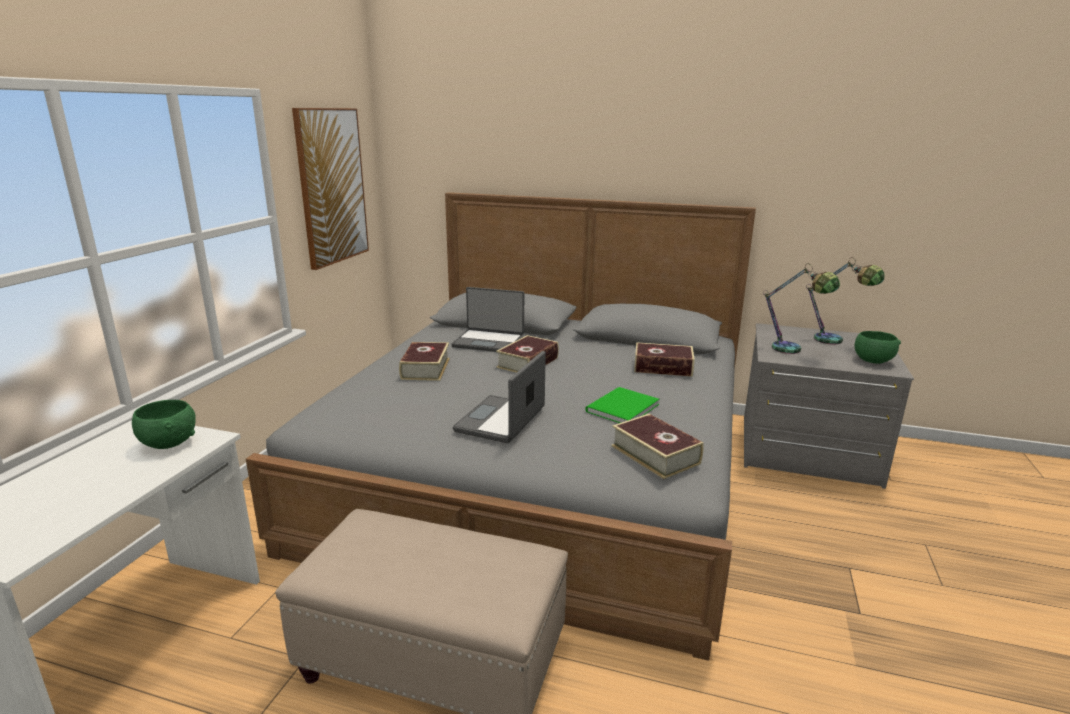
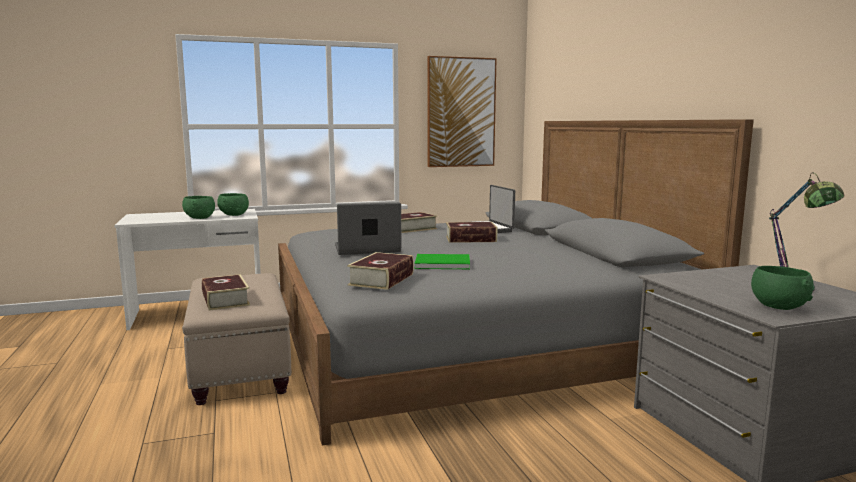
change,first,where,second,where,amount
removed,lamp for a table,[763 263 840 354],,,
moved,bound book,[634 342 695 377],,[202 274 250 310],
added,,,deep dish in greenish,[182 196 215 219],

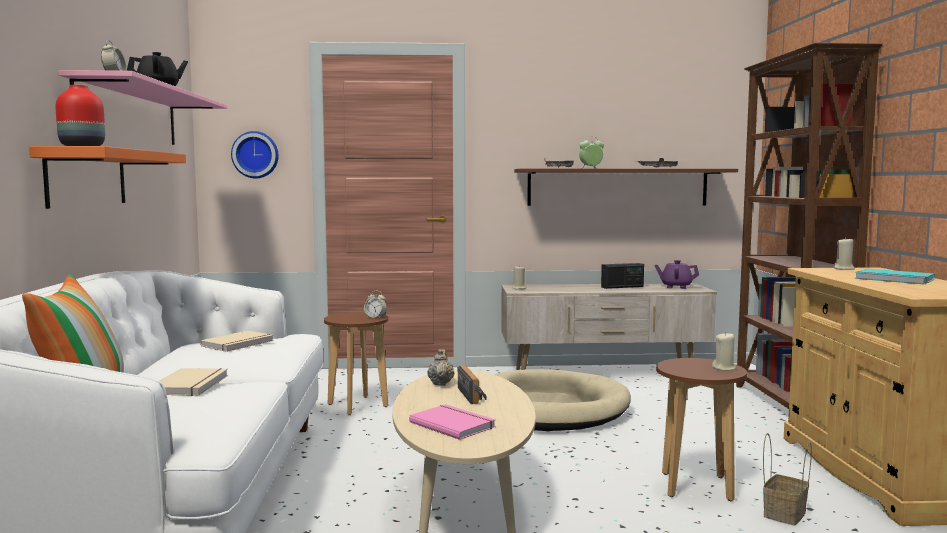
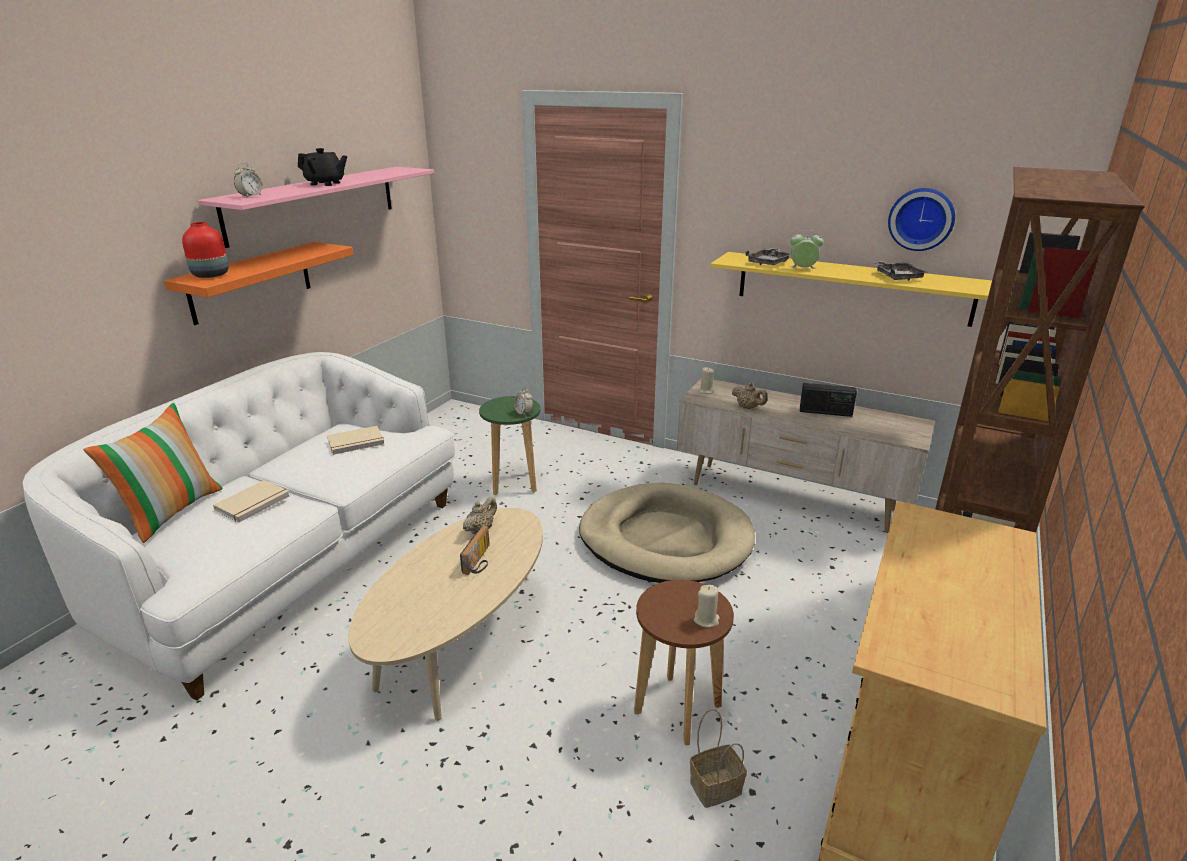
change,first,where,second,where,amount
moved,hanging clock,[231 131 279 178],,[888 188 955 251],
recoloured,shelf in brown,[514 168 738 206],shelf in yellow,[711 252 992 327],
removed,candle in sand-coloured,[834 237 855 270],,,
removed,teapot in purple,[655 260 699 289],,,
removed,bound book in turquoise,[855 269 935 284],,,
recoloured,sitting stool in brown,[324 312 388 415],sitting stool in greenish,[479 396 541 495],
removed,bound book in pink-coloured,[409 404 496 440],,,
added,,,teapot in sand-coloured,[732 382 767 409],

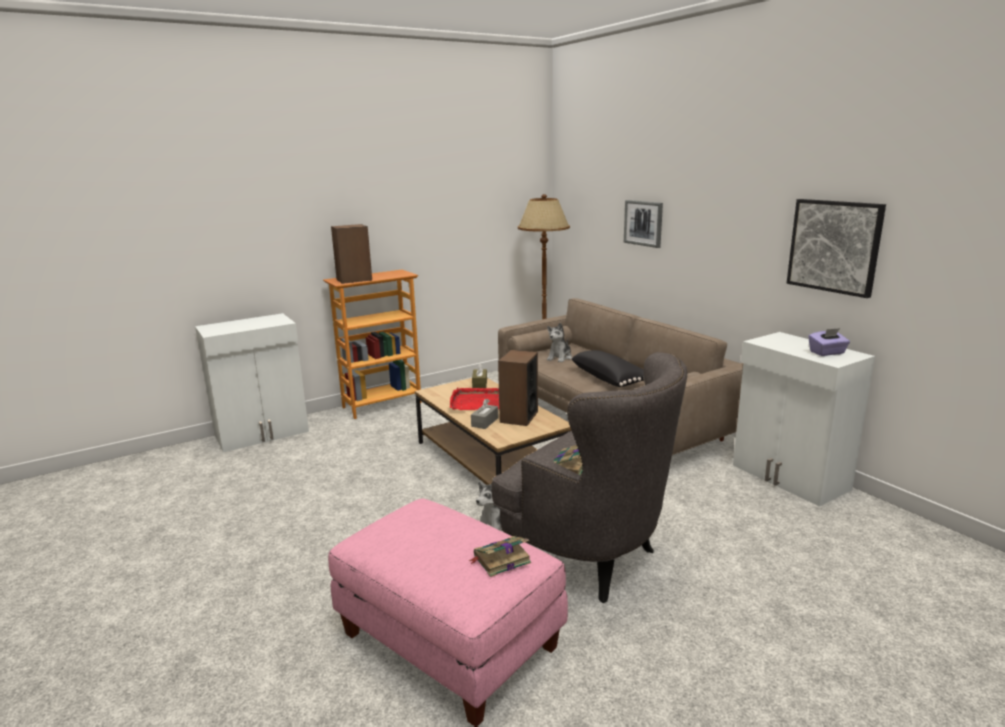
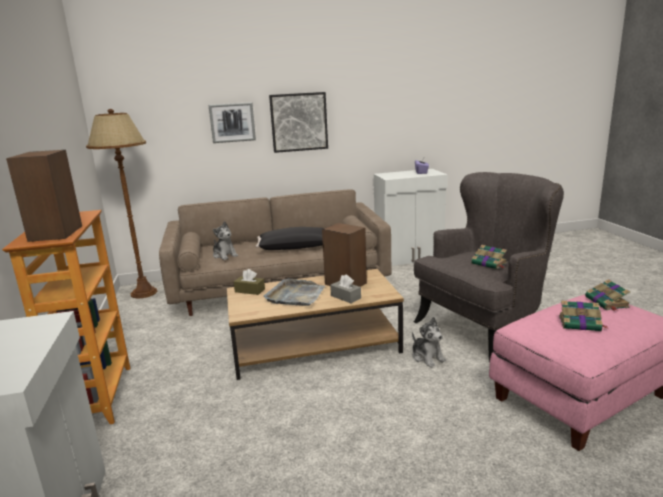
change,first,where,second,where,amount
moved,wall picture,[787 199 886 298],,[269 92 328 153],
recoloured,tray in red-coloured,[450 387 499 410],tray in grey,[264 279 325 306],
added,,,bound book,[559 300 607 331],

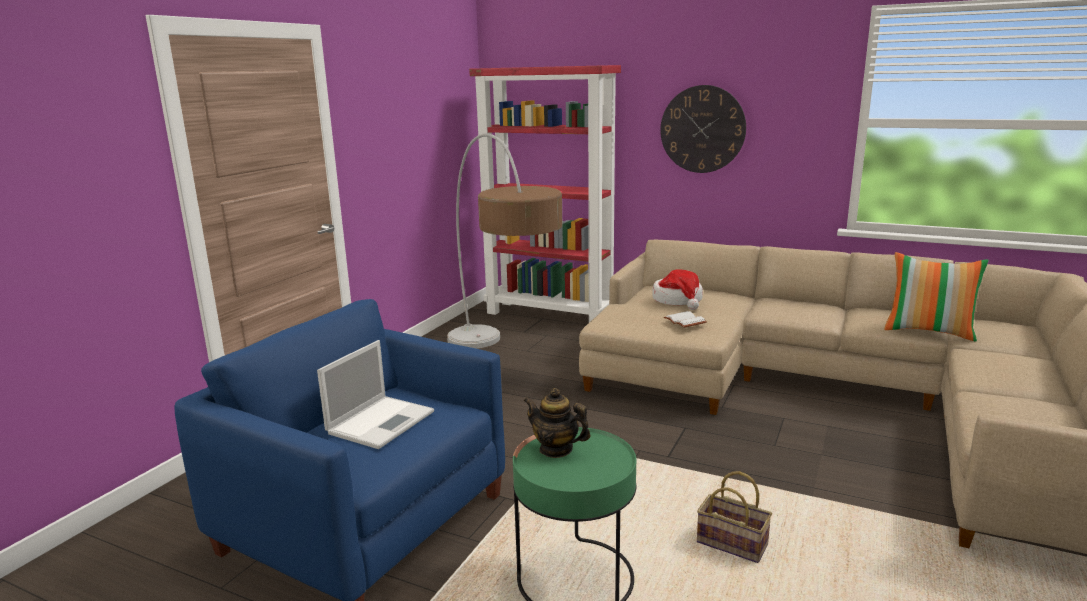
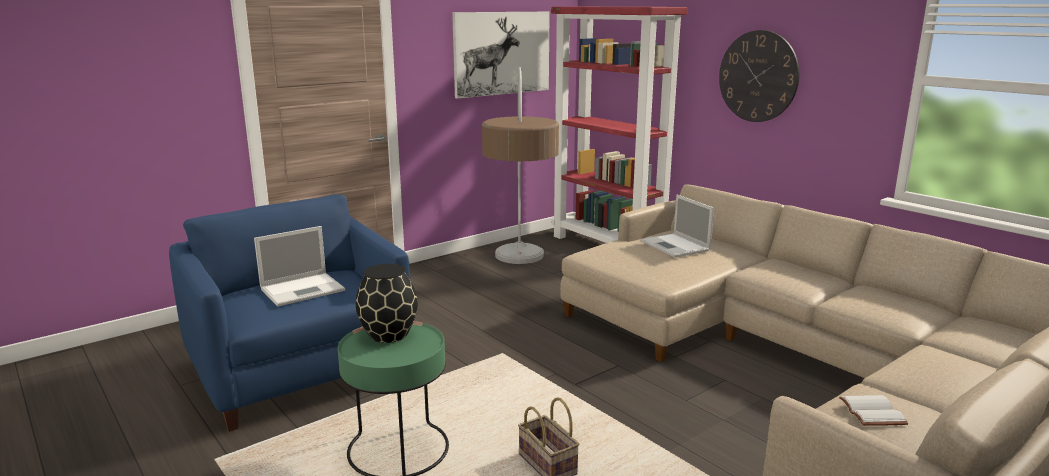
change,first,where,second,where,amount
removed,pillow,[884 252 989 341],,,
replaced,wearable hat,[652 269 703 310],portable computer,[641 195 714 258],
moved,bound book in whitish,[664 311 707 328],,[839 395 908 426],
replaced,teapot,[524 388 591 458],decorative vase in blackish,[356 264 418 343],
added,,,wall picture,[452 12 550 99],

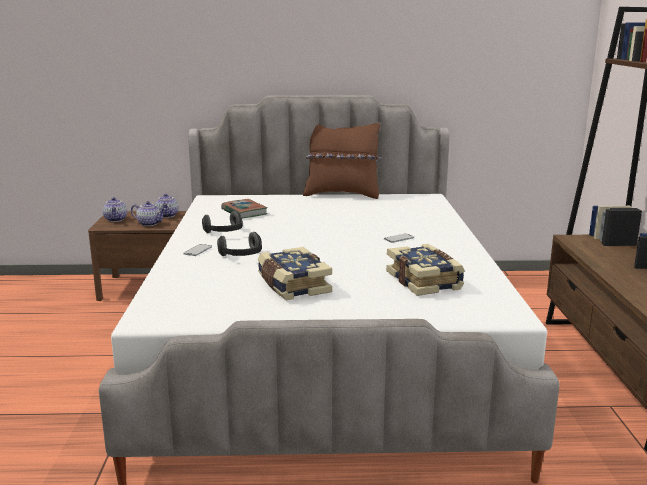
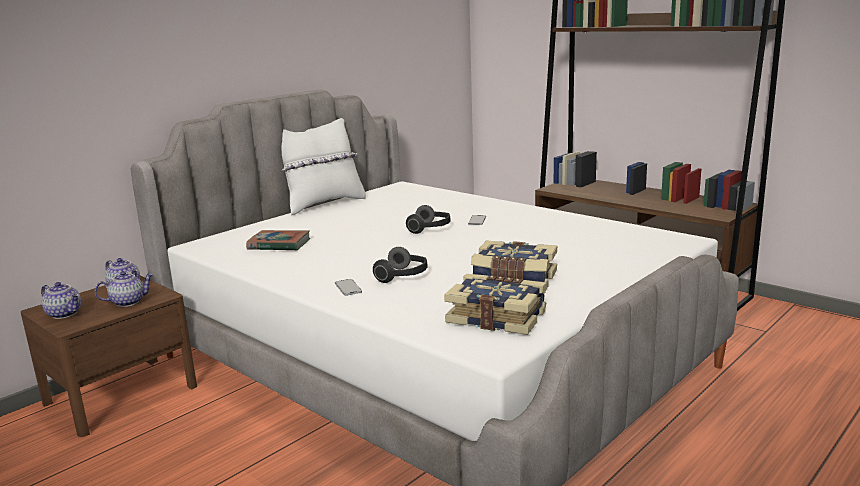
change,first,where,second,where,amount
recoloured,pillow in brown,[303 123 381 199],pillow in whitish,[281 118 366 215],
moved,pair of headphones,[202 211 243 233],,[406 205 450 234],
moved,bound book,[386 244 465 296],,[444 274 547 335],

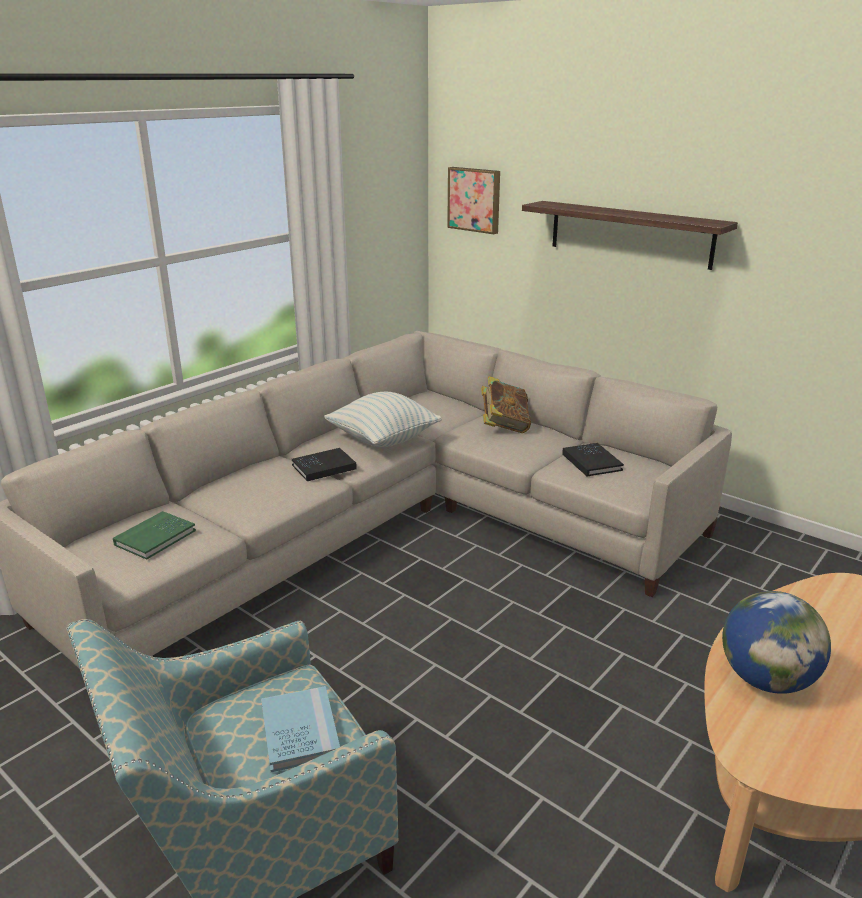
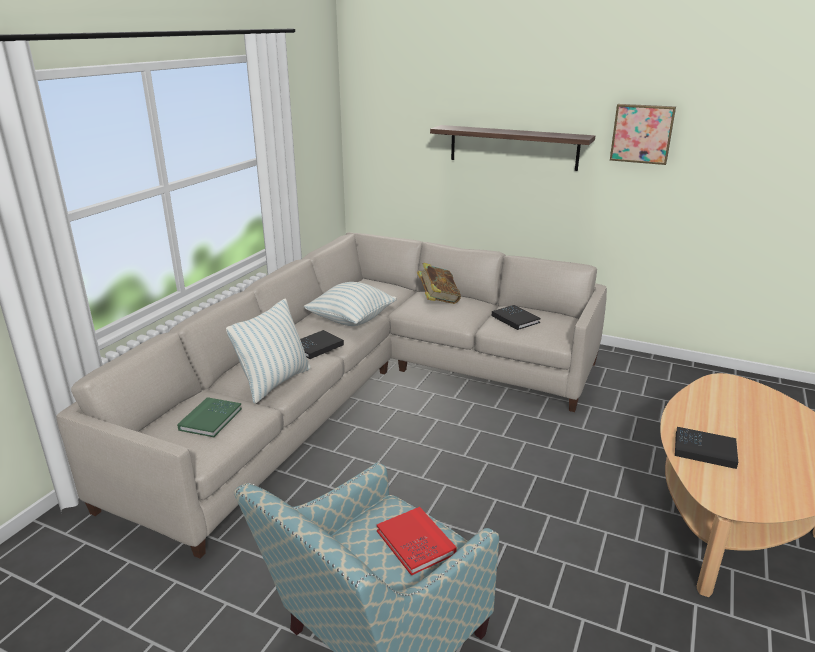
change,first,where,second,where,amount
moved,wall picture,[447 167 500 234],,[610 104 676 165],
replaced,globe,[722 591 831 694],bound book in blackish,[675 427 738 469],
recoloured,bound book in blue-coloured,[261 686 340 772],bound book in red-coloured,[377 507 457 576],
added,,,pillow,[226 298 311 404],

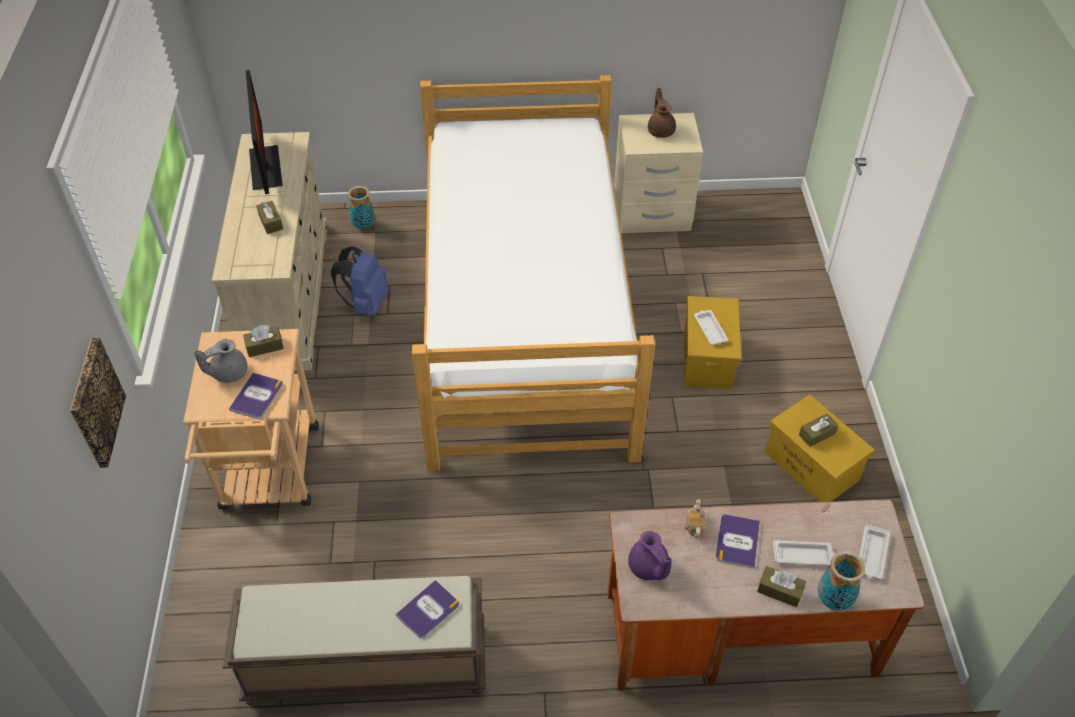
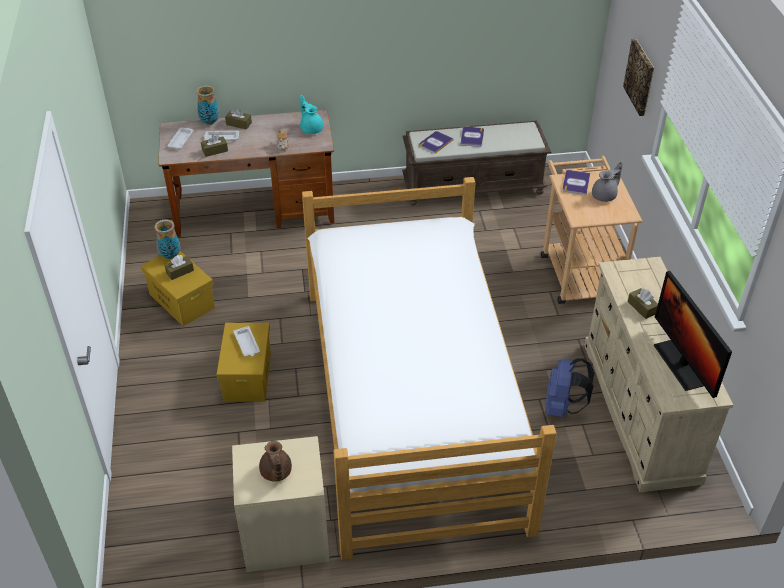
change,first,where,second,where,amount
moved,decorative vase,[348 186 375 229],,[155 219 180 259],
moved,tissue holder in brown,[243 325 284 357],,[201 135 228 157],
moved,bound book,[716 514 760 568],,[460 126 484 147],
recoloured,teapot in purple,[628 531 672 580],teapot in turquoise,[300 95 323 134],

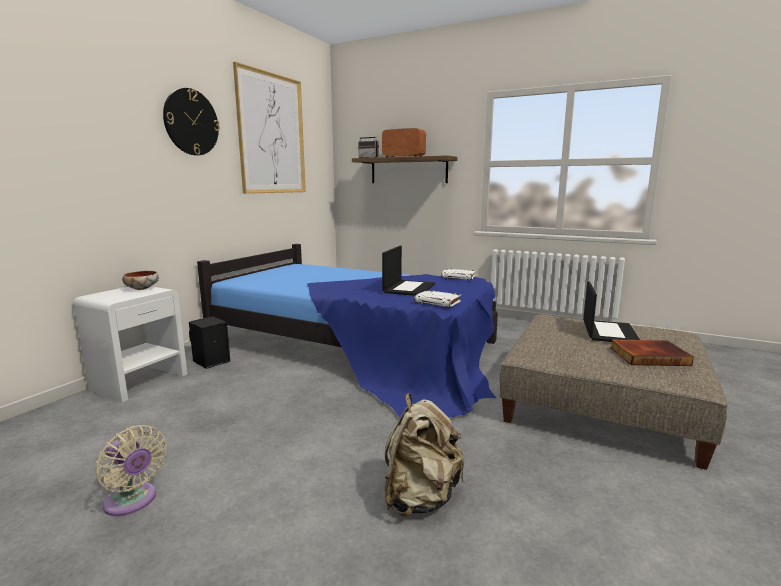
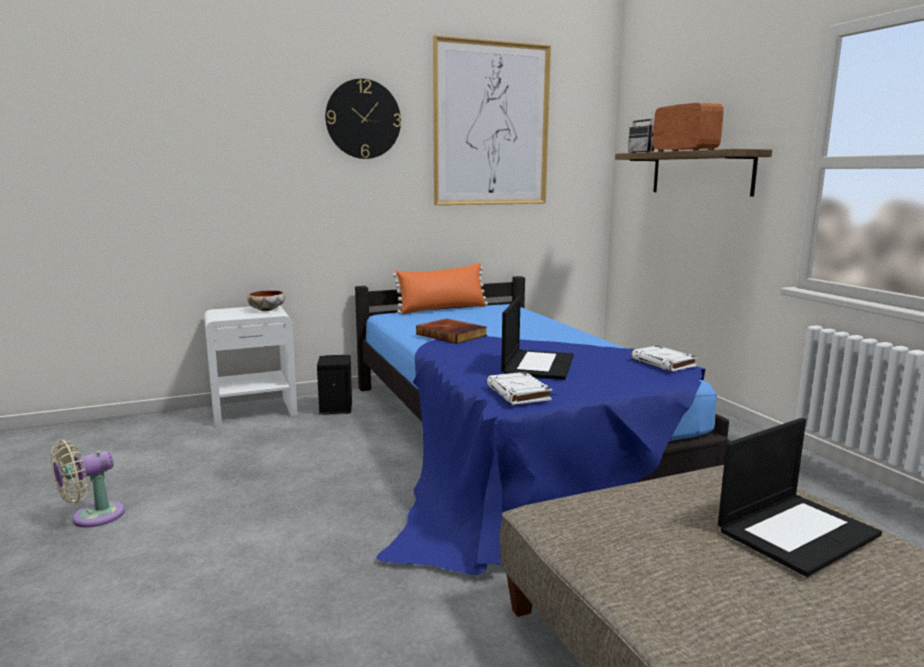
change,first,where,second,where,amount
turned,portable computer,[382 246 435 296],,[501 297 574 380],45 degrees counterclockwise
moved,bound book,[610 340 694 366],,[416 318 487 344],
removed,rucksack in sand-coloured,[385 393 464 517],,,
turned,cooling fan in sand-coloured,[95 425 167 516],,[51 440 125 528],60 degrees clockwise
added,,,pillow in orangey,[393 263 488 314],

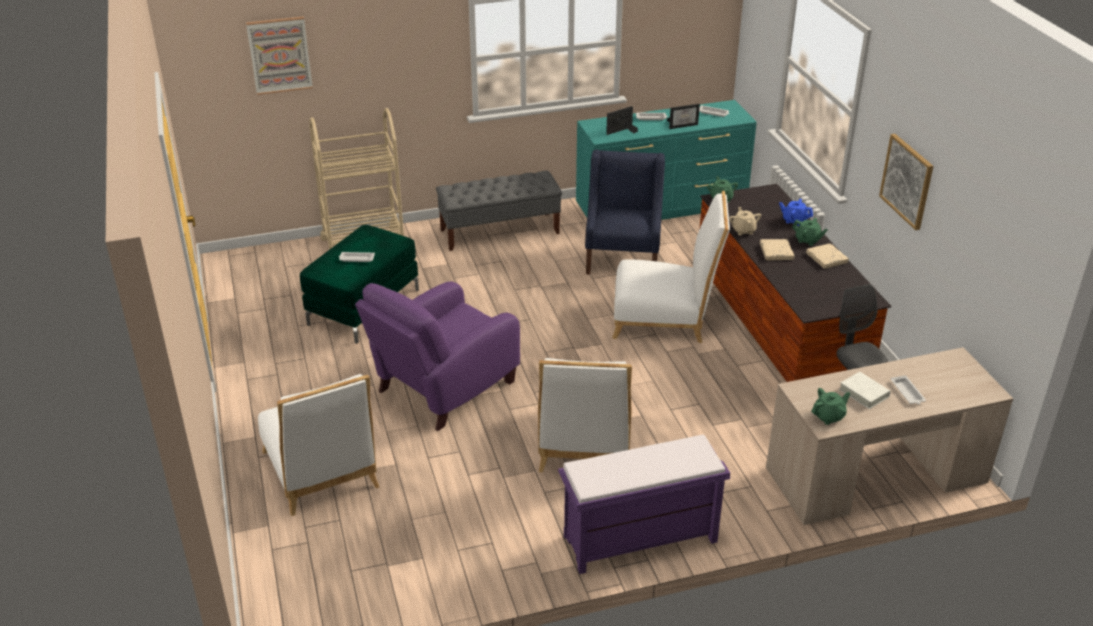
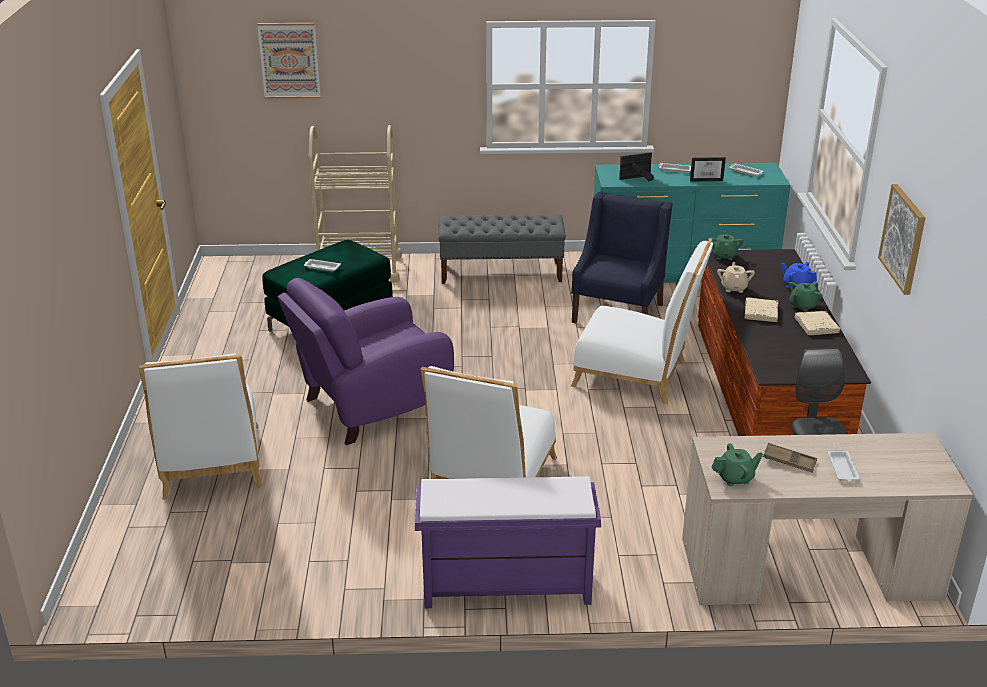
change,first,where,second,where,amount
turned,teapot in greenish,[792 218 828 246],,[789 281 823 312],90 degrees clockwise
replaced,bound book in whitish,[839 372 891 409],tray in brown,[763 443 817 473],

